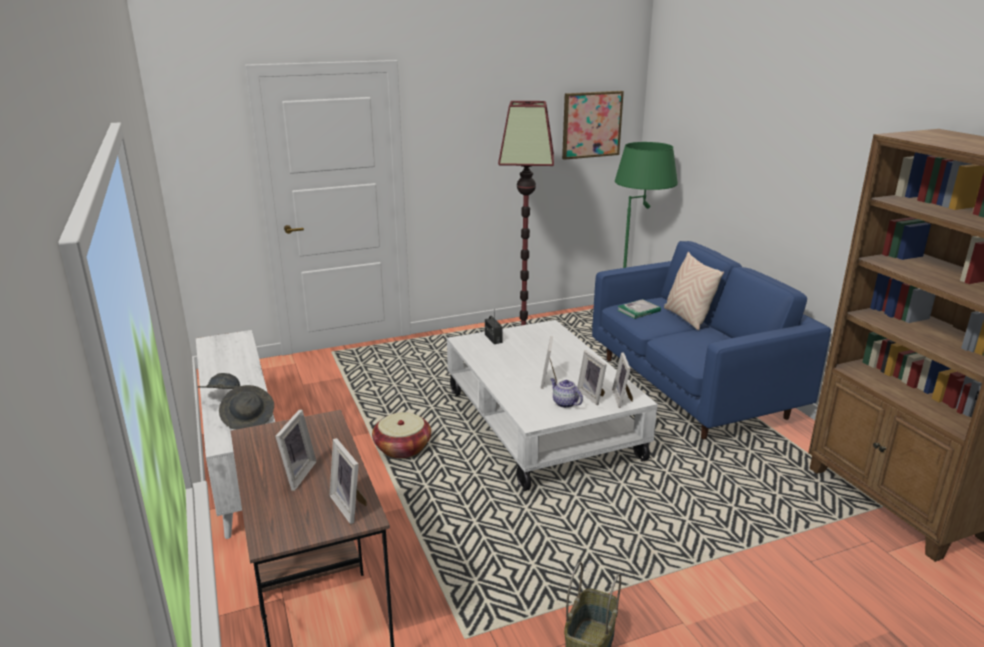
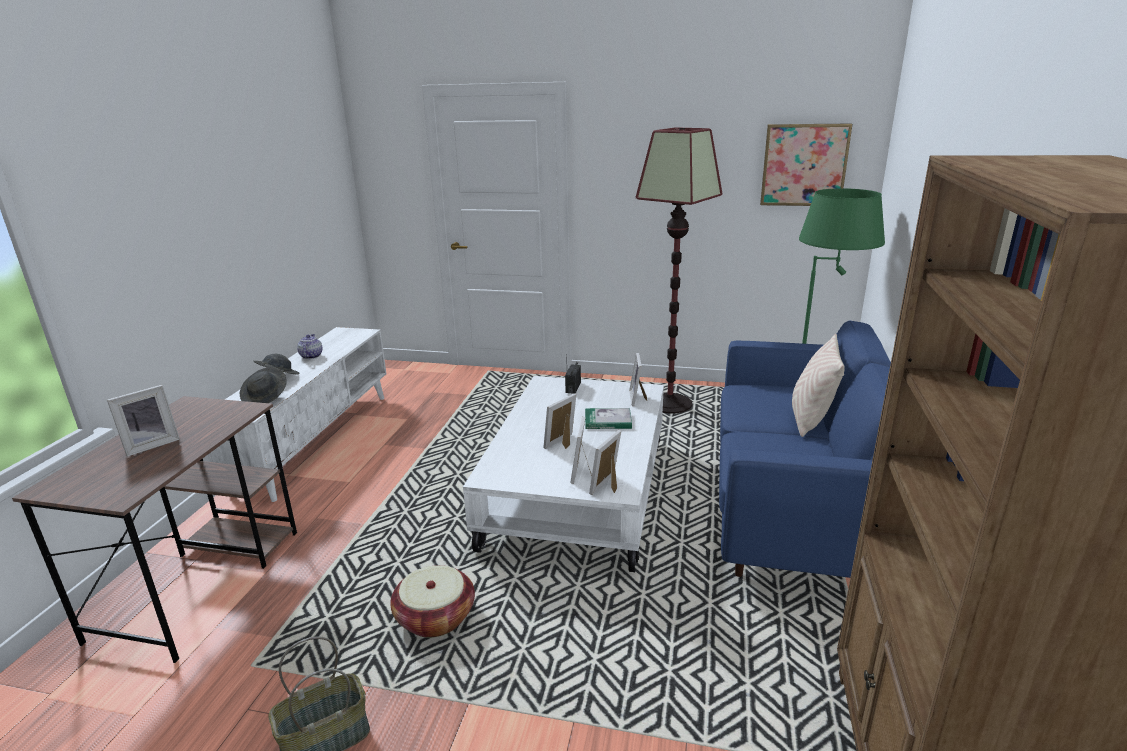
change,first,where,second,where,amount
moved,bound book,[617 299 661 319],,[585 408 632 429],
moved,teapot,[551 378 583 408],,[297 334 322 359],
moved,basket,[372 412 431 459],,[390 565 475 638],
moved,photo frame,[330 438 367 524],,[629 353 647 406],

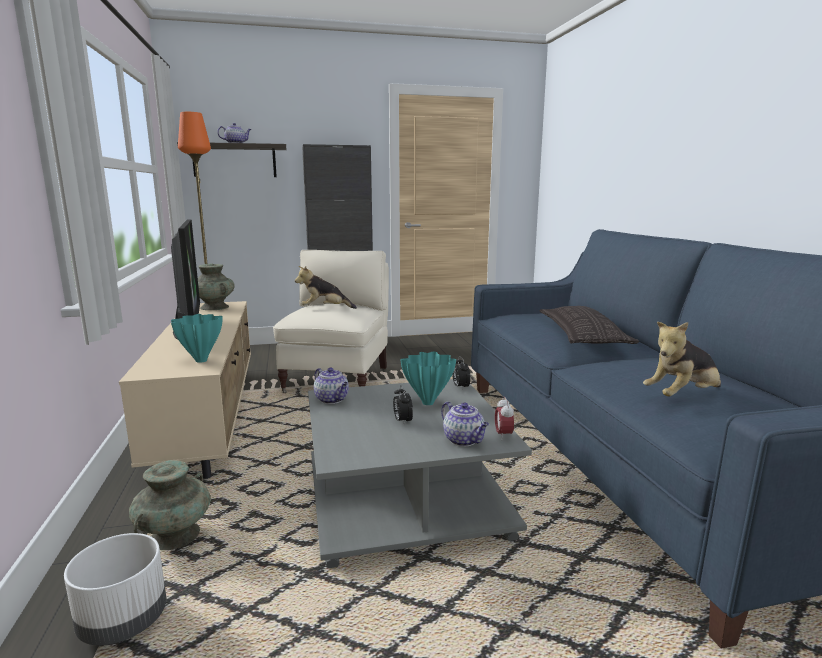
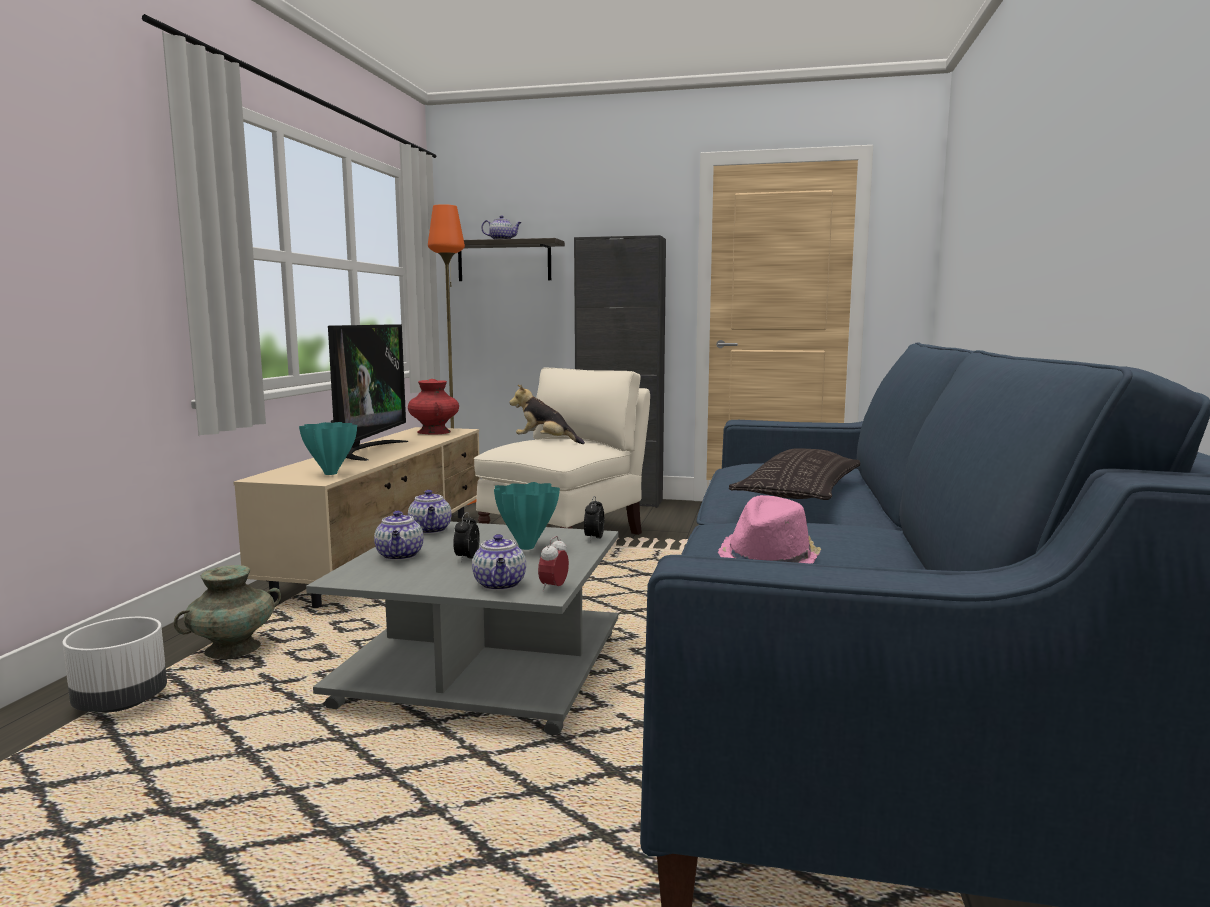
change,first,where,second,where,amount
recoloured,decorative vase in turquoise,[198 263 235 310],decorative vase in red-coloured,[408 379 459 435],
replaced,plush toy,[643 322 721 397],wearable hat in pink-coloured,[718 495 821 564],
added,,,teapot,[374 511 424 560],

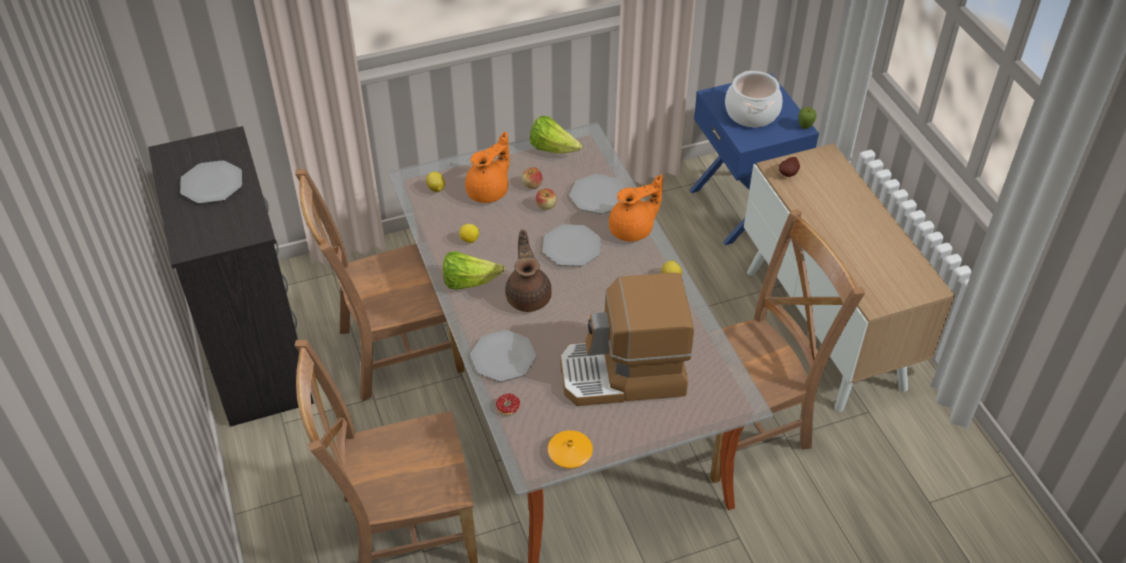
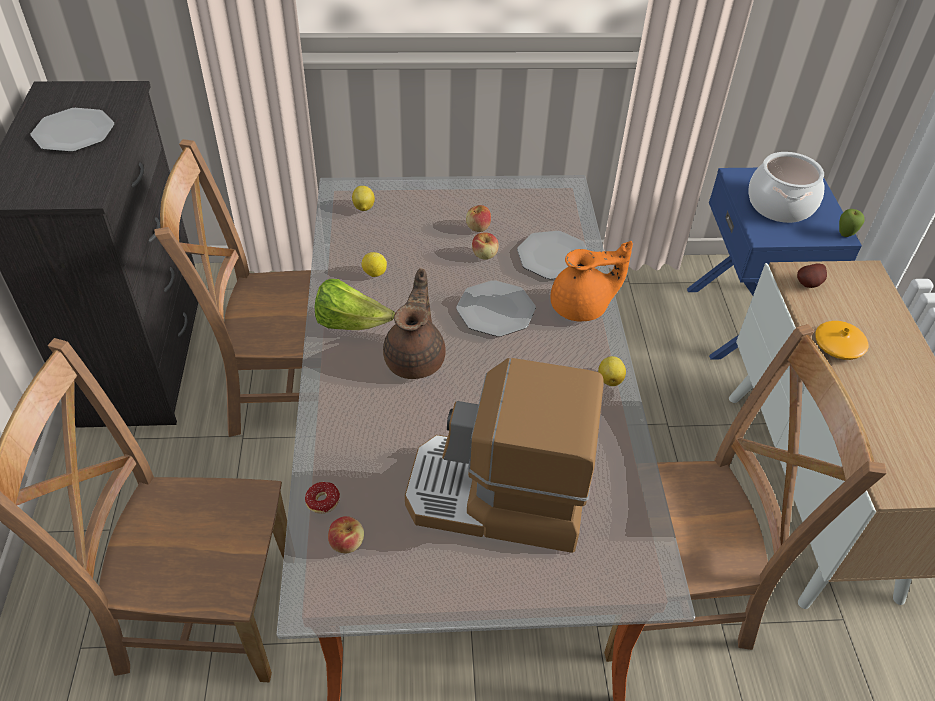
change,first,where,second,where,amount
removed,head of lettuce,[530 116 582 153],,,
removed,teapot in orangey,[465 132 510 203],,,
removed,dinner plate,[470 330 536 382],,,
moved,decorative vase in orangey,[548 430 593 469],,[816 321 868 360],
added,,,apple,[328 516 364 553],

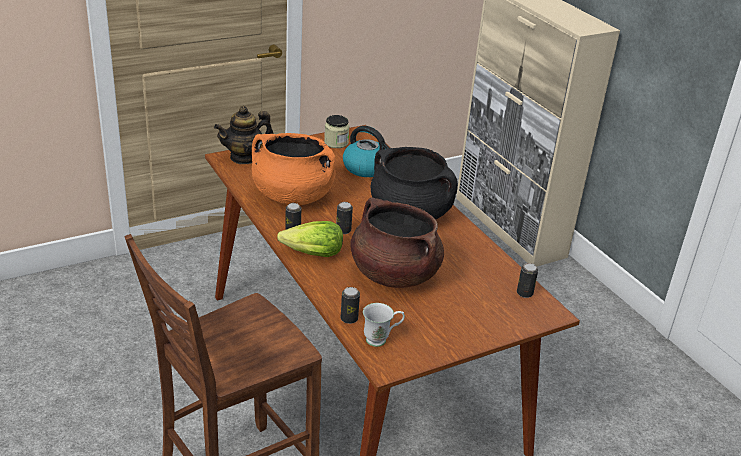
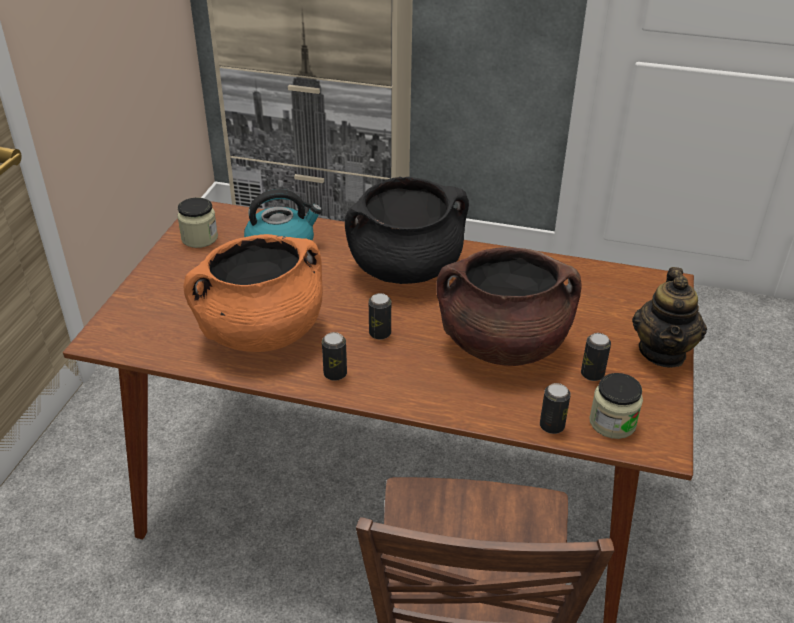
change,first,where,second,where,amount
moved,teapot,[214 106 273 164],,[632 267 707 368],
removed,head of lettuce,[277 221 343 257],,,
moved,metal can,[517 263 538 298],,[581 333 611 381],
replaced,tea mug in whitish,[363 303 405 347],storage jar,[589 373 643 439],

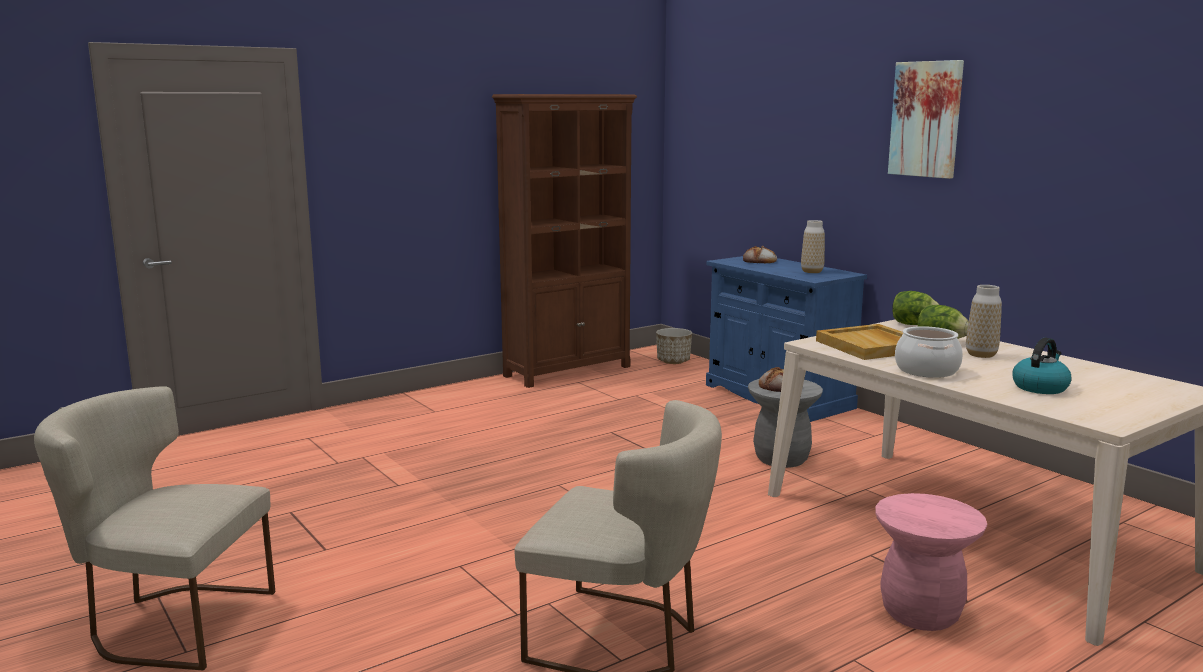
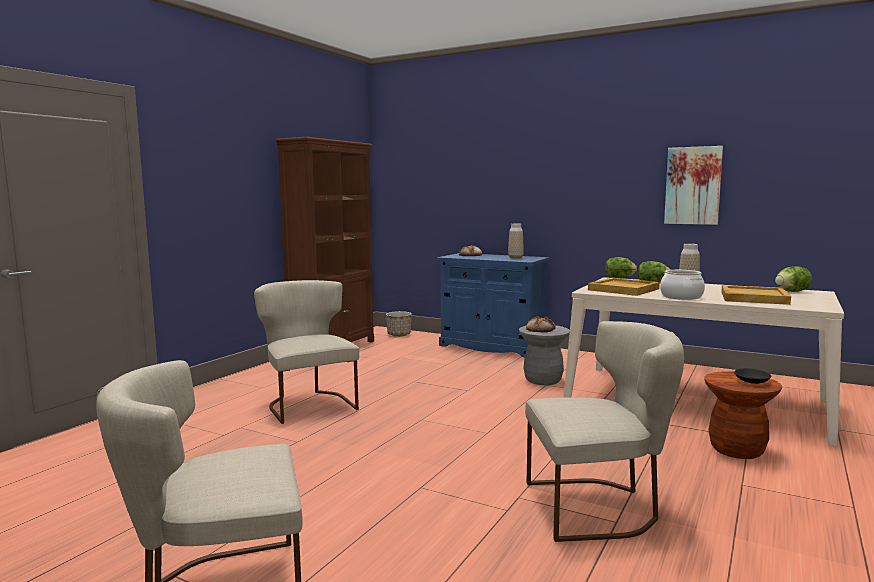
change,first,where,second,where,amount
moved,wall picture,[888 60 964 179],,[664 146 723 225],
replaced,kettle,[1012 338 1072 394],tray in sand-coloured,[721 285 791 305],
recoloured,sitting stool in pink-coloured,[875 493 987 631],sitting stool in brown,[704 371 782 459],
added,,,head of lettuce,[775 266 812 292],
added,,,plain chair in sand-coloured,[254 280 359 424],
added,,,deep dish in blackish,[734 368 771 384],

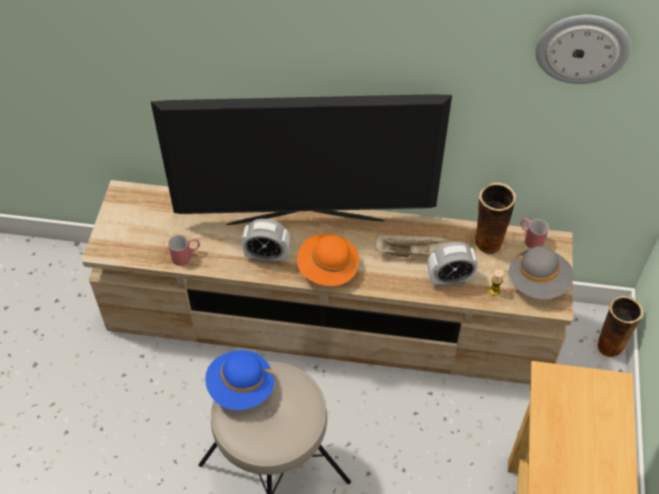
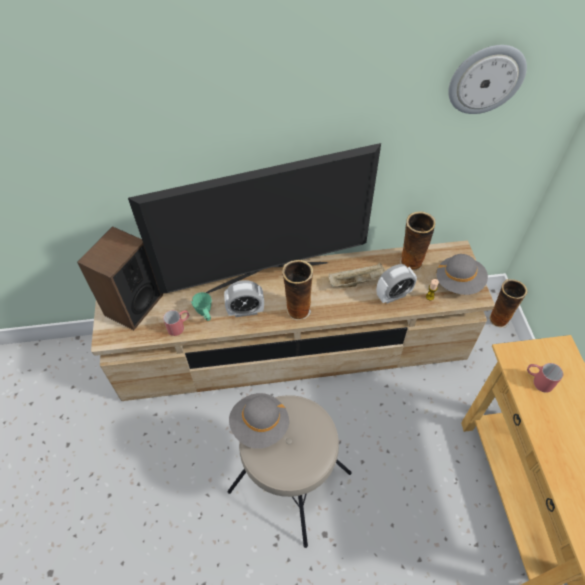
change,first,where,second,where,amount
moved,tea mug in red-coloured,[520 218 549 249],,[527 363 563 393],
replaced,wearable hat in orangey,[297 234 359 286],decorative vase,[282 260 313 321],
recoloured,wearable hat in blue-coloured,[205 350 274 410],wearable hat in grey,[229 393 289 449],
added,,,speaker,[77 226 163 330],
added,,,tea mug in greenish,[191 292 212 321],

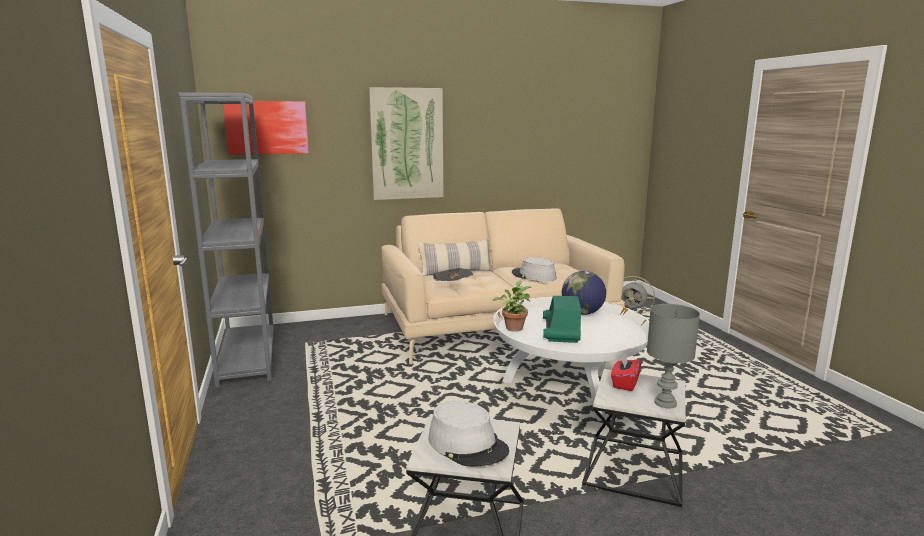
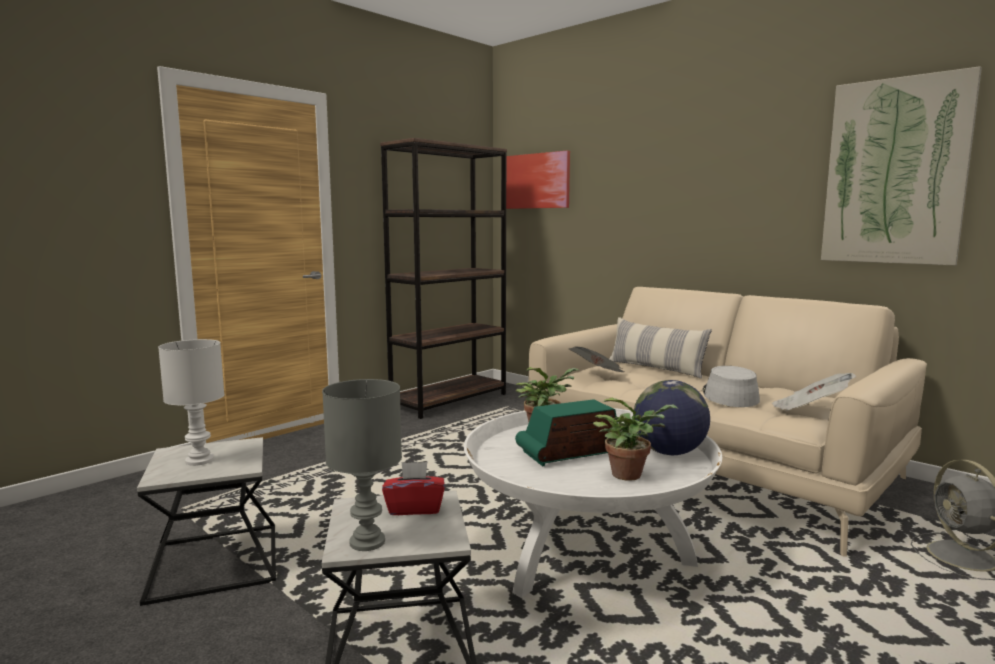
change,first,where,second,where,amount
moved,wall picture,[369 87 444 200],,[821 66 982 265],
recoloured,shelving unit in grey,[179 92 274 388],shelving unit in brown,[380 138 507 419],
replaced,wearable hat in grey,[428 401 509 467],lamp for a table in whitish,[158 339 224 466],
added,,,printed paper,[772 373 856 411],
added,,,plant in a pot,[593 397 678 480],

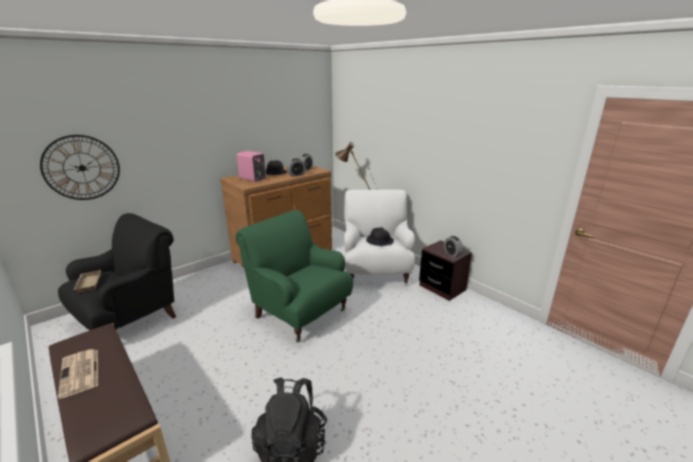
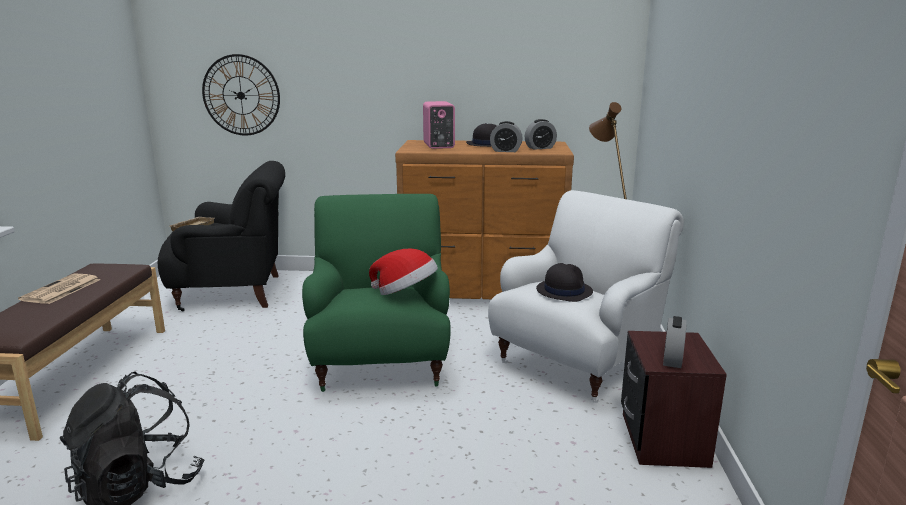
change,first,where,second,where,amount
added,,,wearable hat,[369 248 438 295],

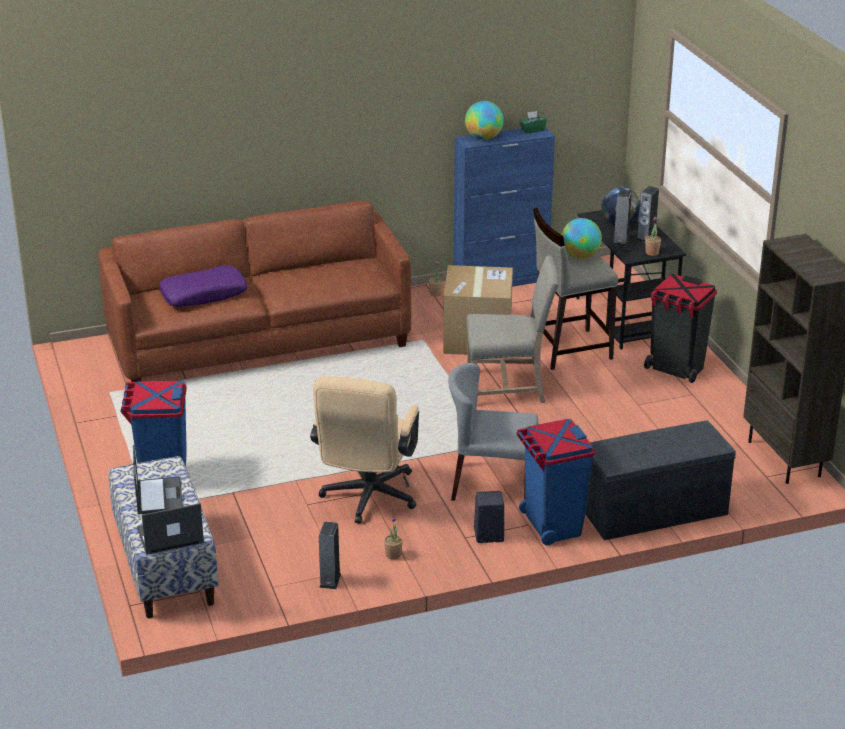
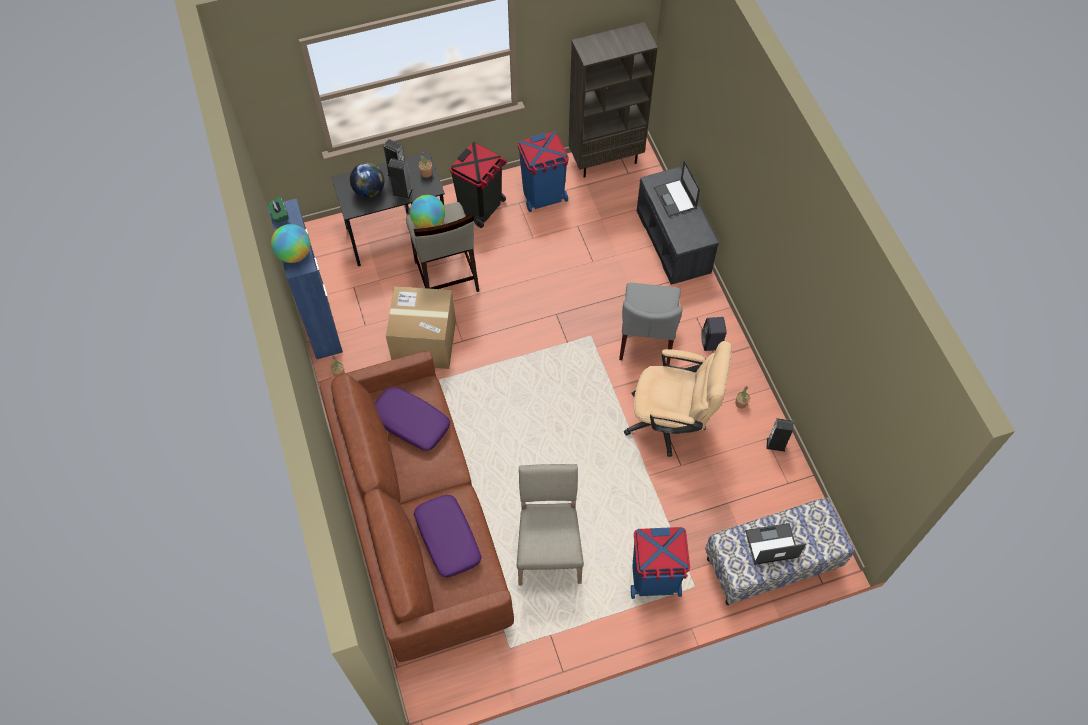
change,first,where,second,where,amount
moved,plain chair in sand-coloured,[467 255 559 403],,[517 464 584 585],
moved,trash can in blue-coloured,[516 419 595 545],,[518 132 569 212],
moved,portable computer,[137 503 204 555],,[654 160 700 217],
added,,,pillow in purple,[375 387 450 451],

